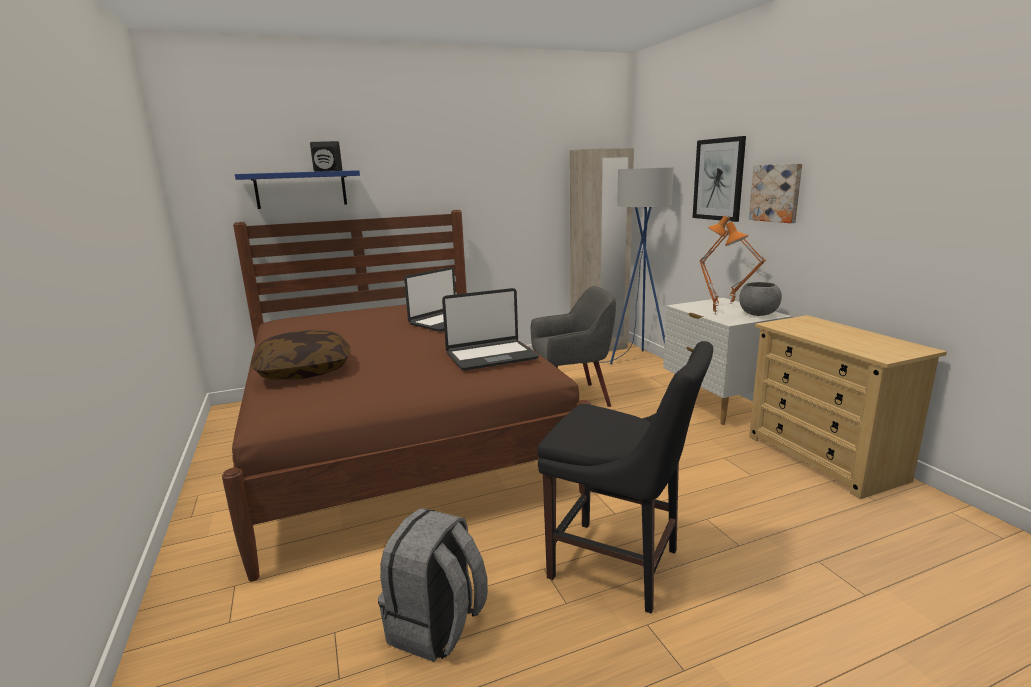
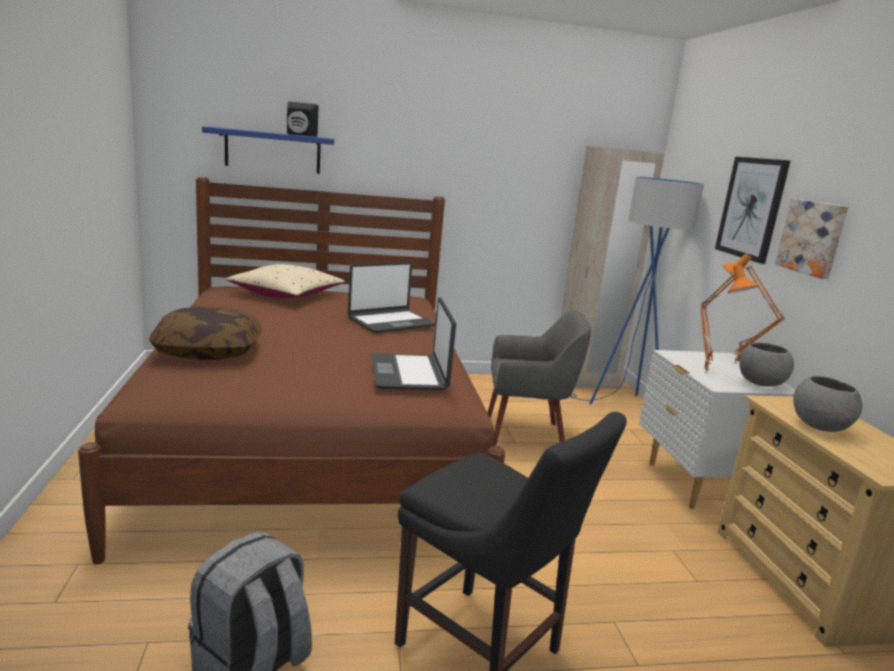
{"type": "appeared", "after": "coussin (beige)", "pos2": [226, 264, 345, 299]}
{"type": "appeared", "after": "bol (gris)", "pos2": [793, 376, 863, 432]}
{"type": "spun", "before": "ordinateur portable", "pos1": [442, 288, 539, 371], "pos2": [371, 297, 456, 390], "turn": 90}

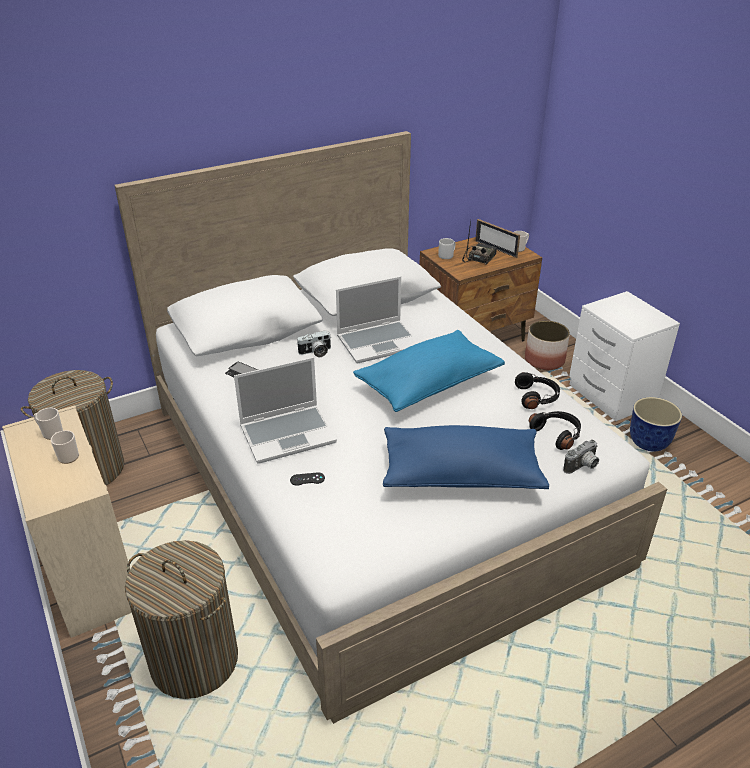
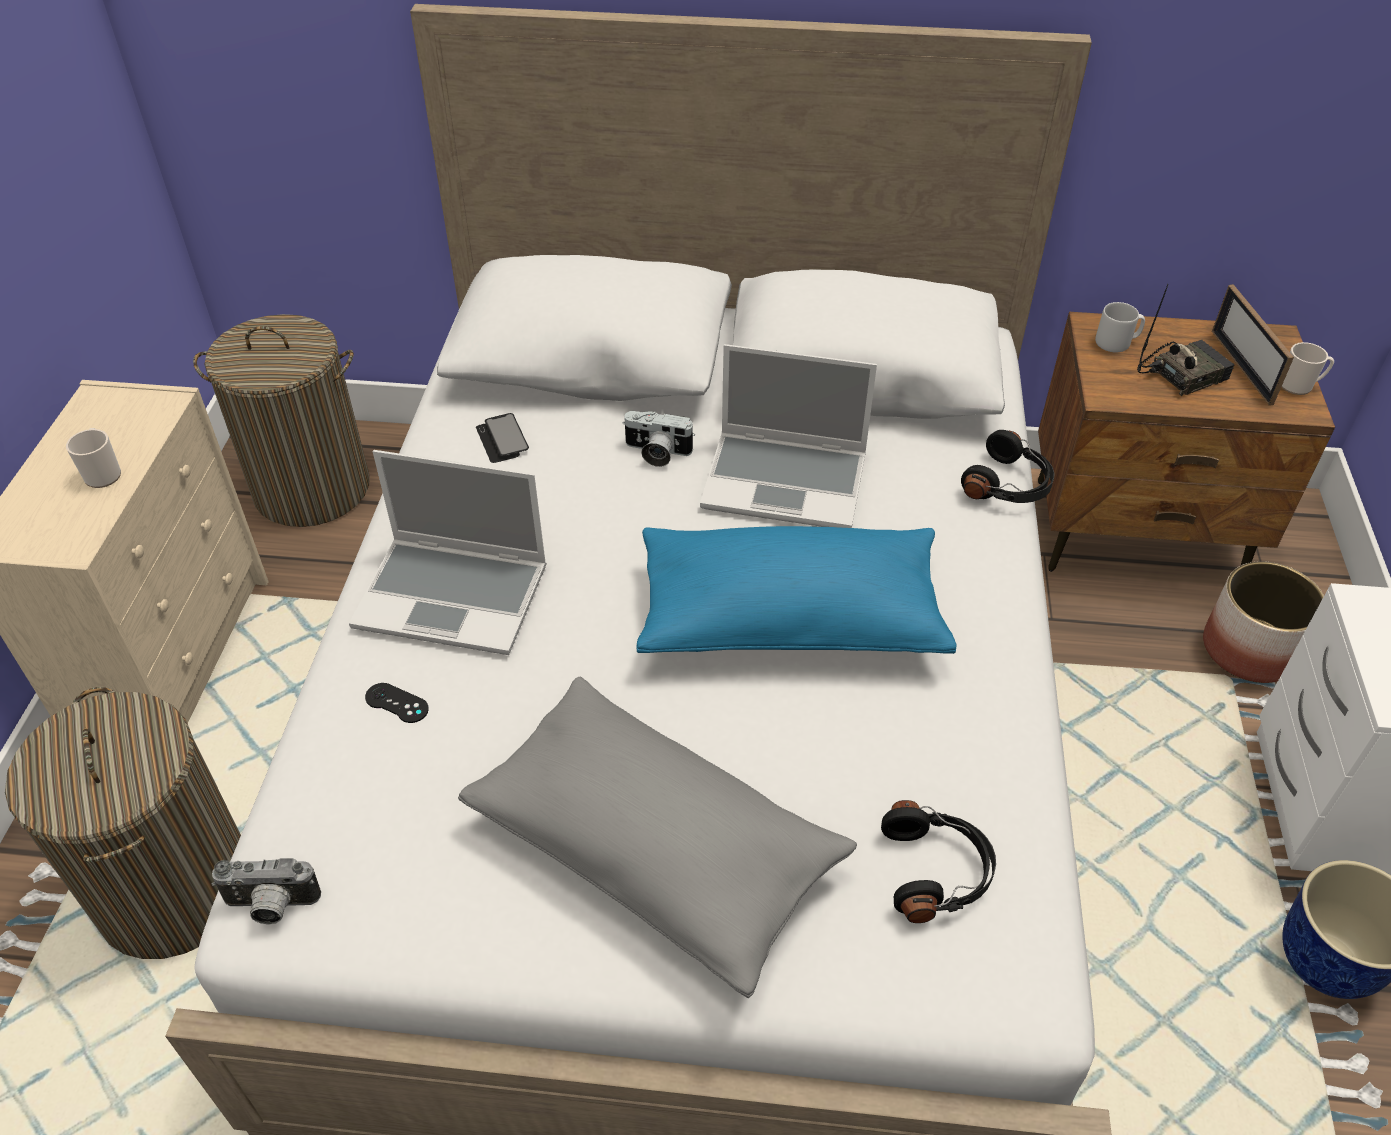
{"type": "missing", "before": "mug", "pos1": [33, 408, 63, 440]}
{"type": "relocated", "before": "casque audio (noir)", "pos1": [515, 372, 560, 409], "pos2": [961, 430, 1054, 503]}
{"type": "relocated", "before": "appareil photo", "pos1": [563, 439, 599, 474], "pos2": [212, 858, 321, 925]}
{"type": "colour", "before": "coussin (bleu)", "after": "coussin (gris)", "pos1": [383, 425, 549, 489], "pos2": [458, 677, 857, 998]}

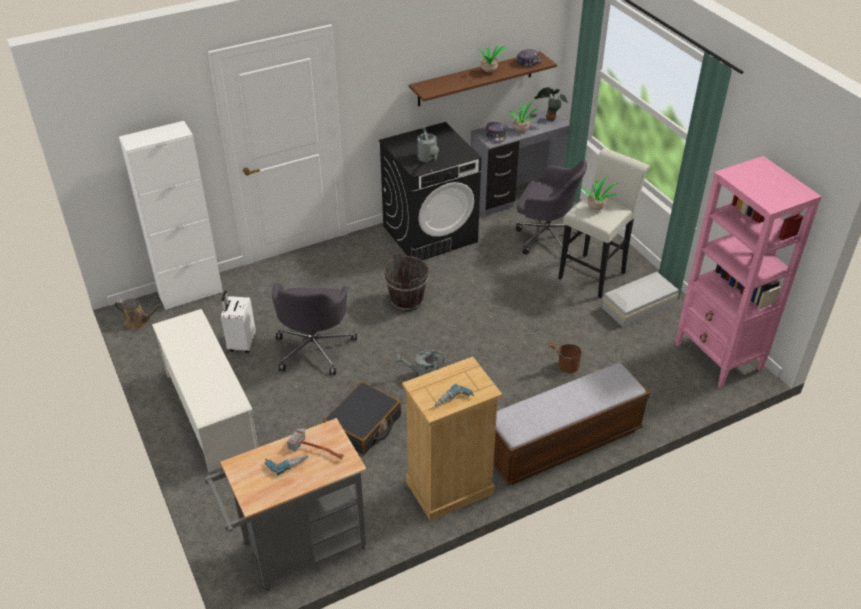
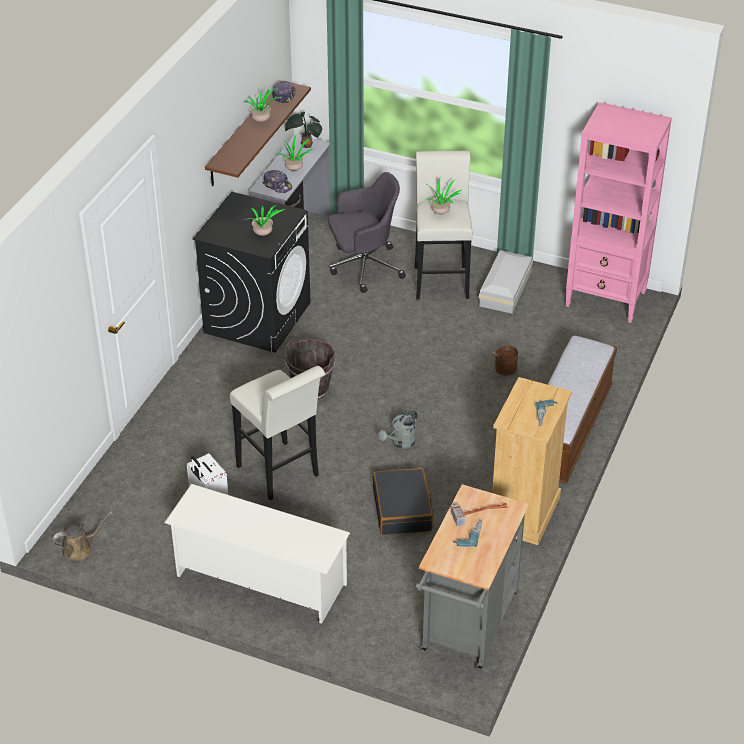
{"type": "missing", "before": "meuble de rangement (blanc)", "pos1": [119, 121, 223, 310]}
{"type": "exchanged", "before": "chaise de bureau (gris)", "after": "tabouret (blanc)", "pos1": [272, 283, 357, 375], "pos2": [230, 366, 325, 500]}
{"type": "exchanged", "before": "arrosoir (gris)", "after": "plante en pot", "pos1": [417, 127, 439, 163], "pos2": [243, 205, 285, 236]}

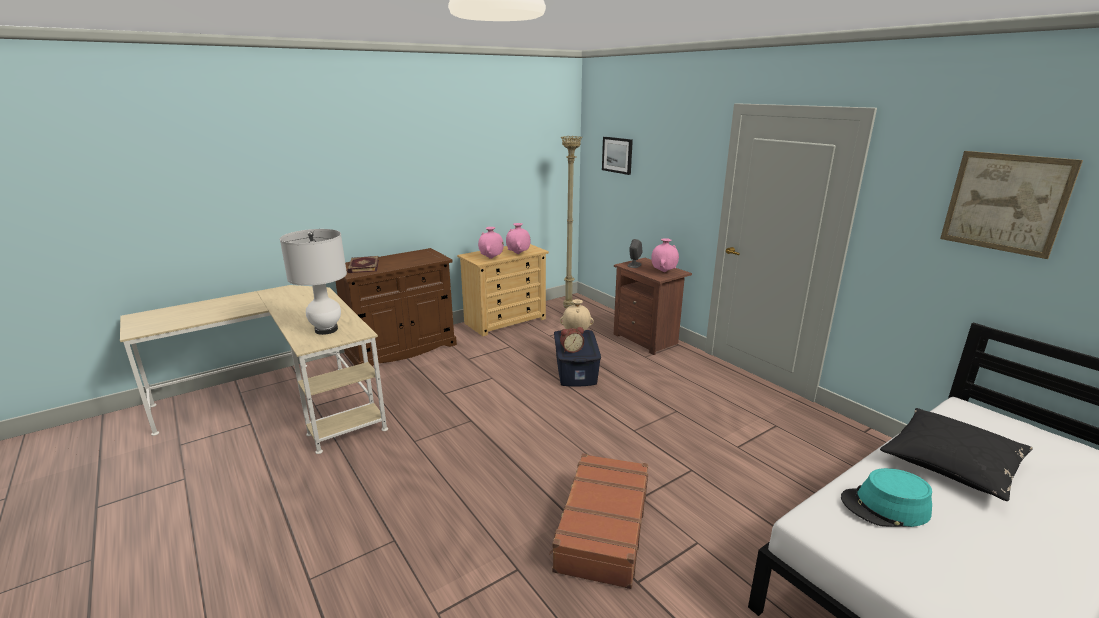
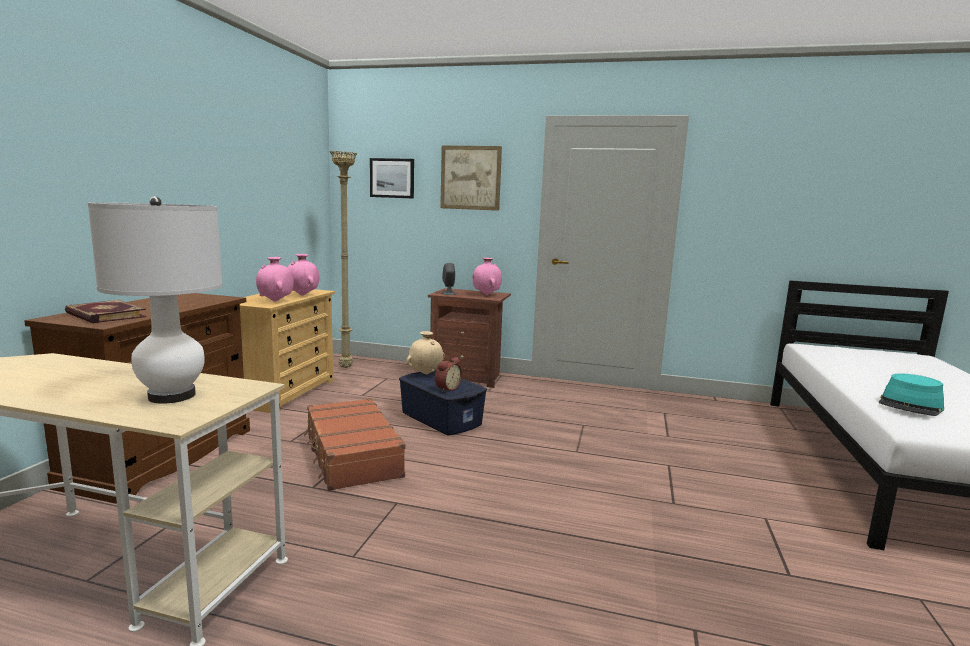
{"type": "missing", "before": "coussin (noir)", "pos1": [880, 408, 1033, 501]}
{"type": "relocated", "before": "valise (marron)", "pos1": [549, 453, 648, 589], "pos2": [304, 398, 406, 491]}
{"type": "relocated", "before": "tableau", "pos1": [940, 151, 1083, 259], "pos2": [440, 145, 502, 211]}

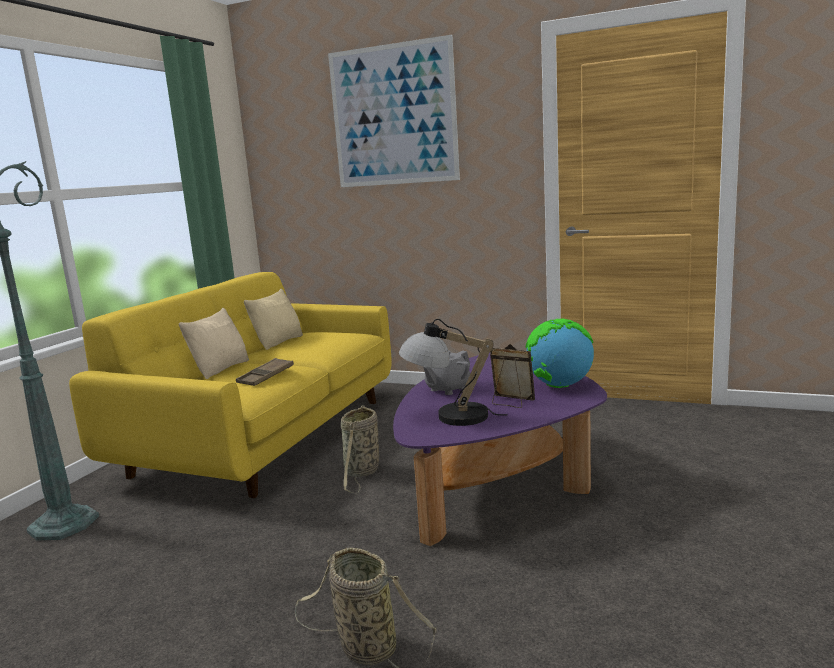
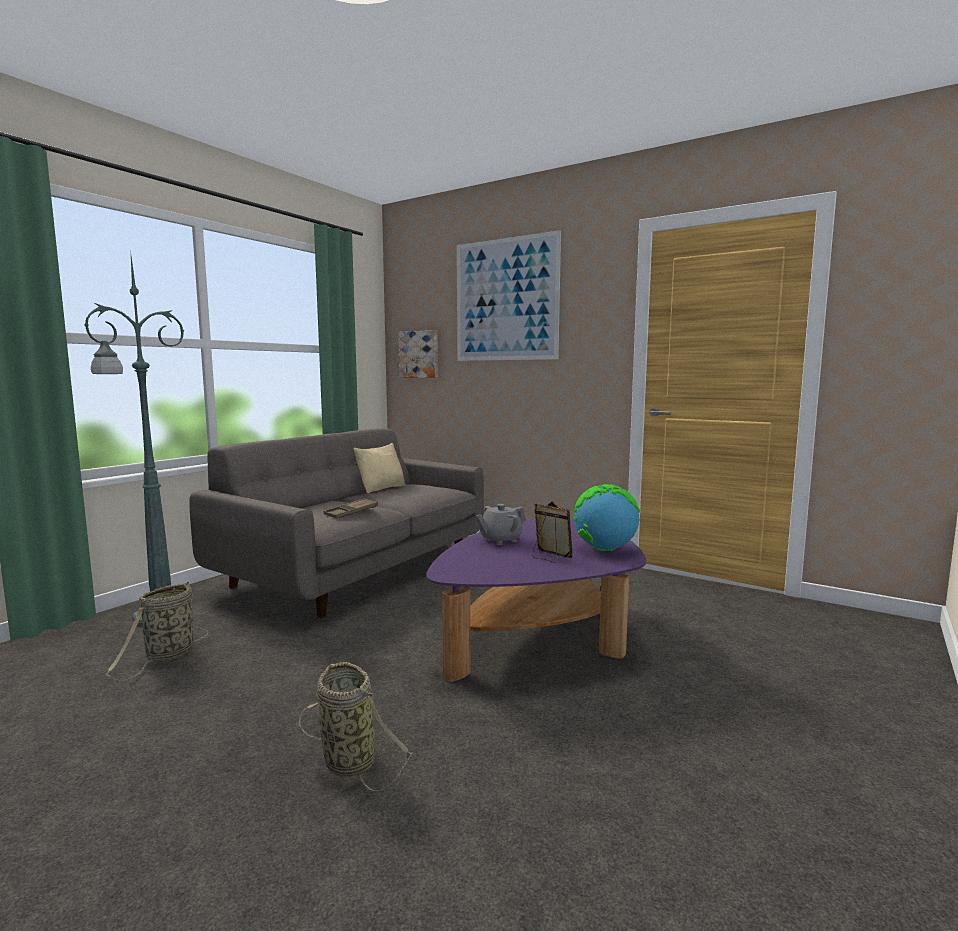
{"type": "missing", "before": "coussin (beige)", "pos1": [179, 308, 249, 379]}
{"type": "missing", "before": "lampe de table", "pos1": [399, 319, 508, 426]}
{"type": "appeared", "after": "tableau", "pos2": [398, 330, 438, 378]}
{"type": "relocated", "before": "panier", "pos1": [341, 405, 379, 493], "pos2": [106, 582, 208, 680]}
{"type": "colour", "before": "canapé (jaune)", "after": "canapé (gris)", "pos1": [69, 272, 392, 498], "pos2": [189, 428, 484, 618]}

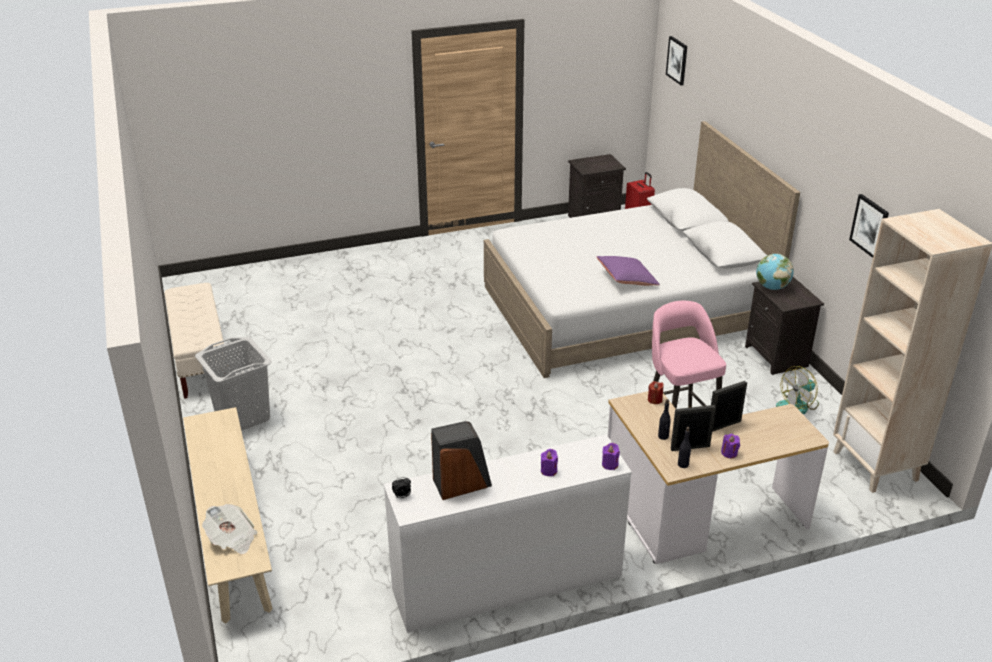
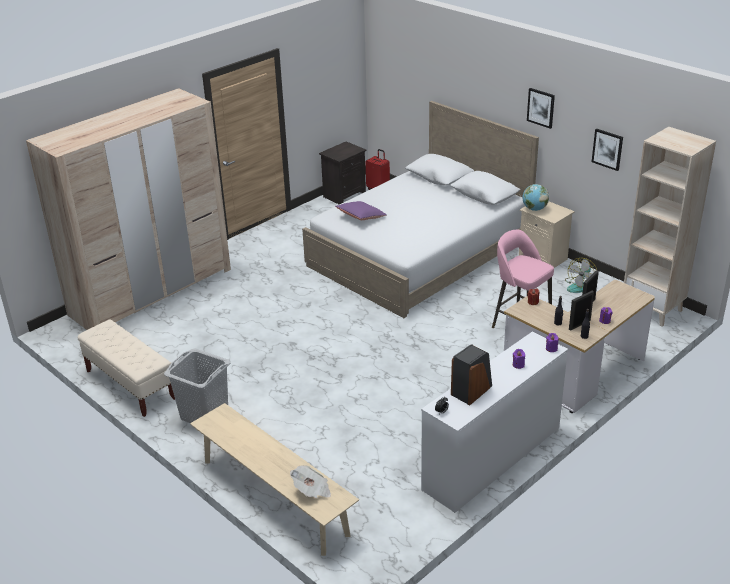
{"type": "appeared", "after": "armoire (beige)", "pos2": [26, 88, 231, 330]}
{"type": "relocated", "before": "coussin (violet)", "pos1": [597, 256, 660, 286], "pos2": [335, 201, 387, 220]}
{"type": "relocated", "before": "tableau", "pos1": [666, 36, 687, 85], "pos2": [527, 88, 555, 129]}
{"type": "colour", "before": "table de chevet (noir)", "after": "table de chevet (beige)", "pos1": [745, 277, 824, 375], "pos2": [519, 201, 575, 268]}

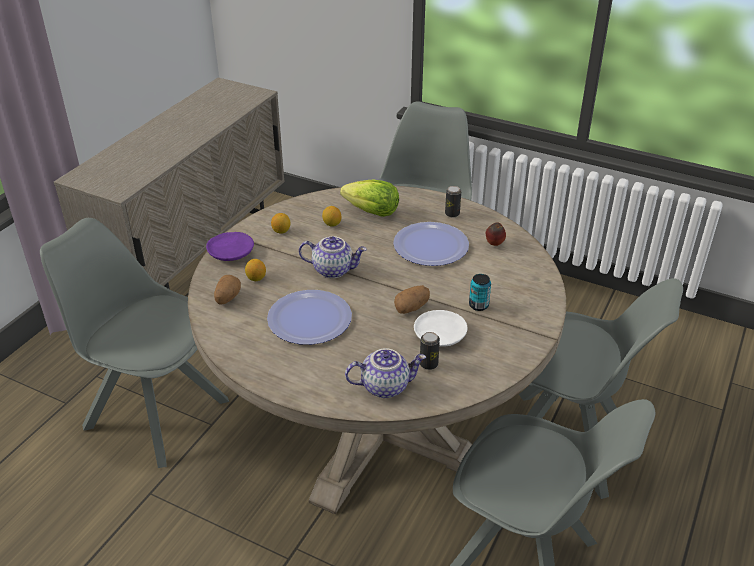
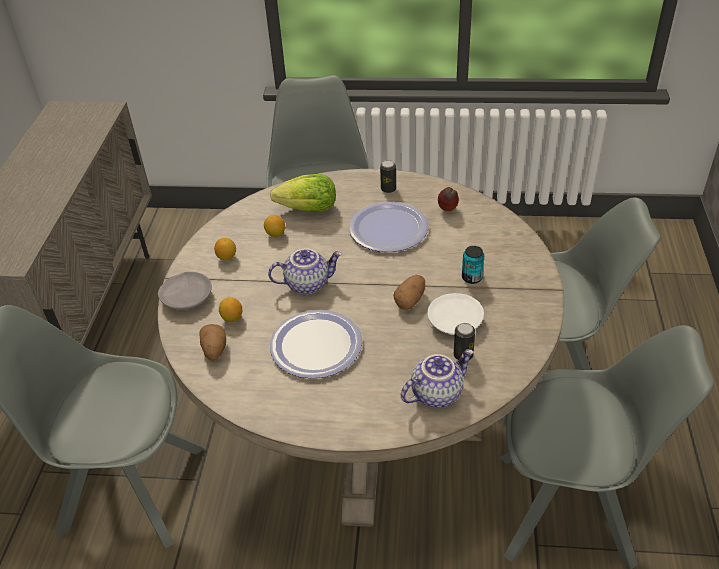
{"type": "colour", "before": "assiette (violet)", "after": "assiette (gris)", "pos1": [206, 232, 254, 261], "pos2": [158, 272, 212, 310]}

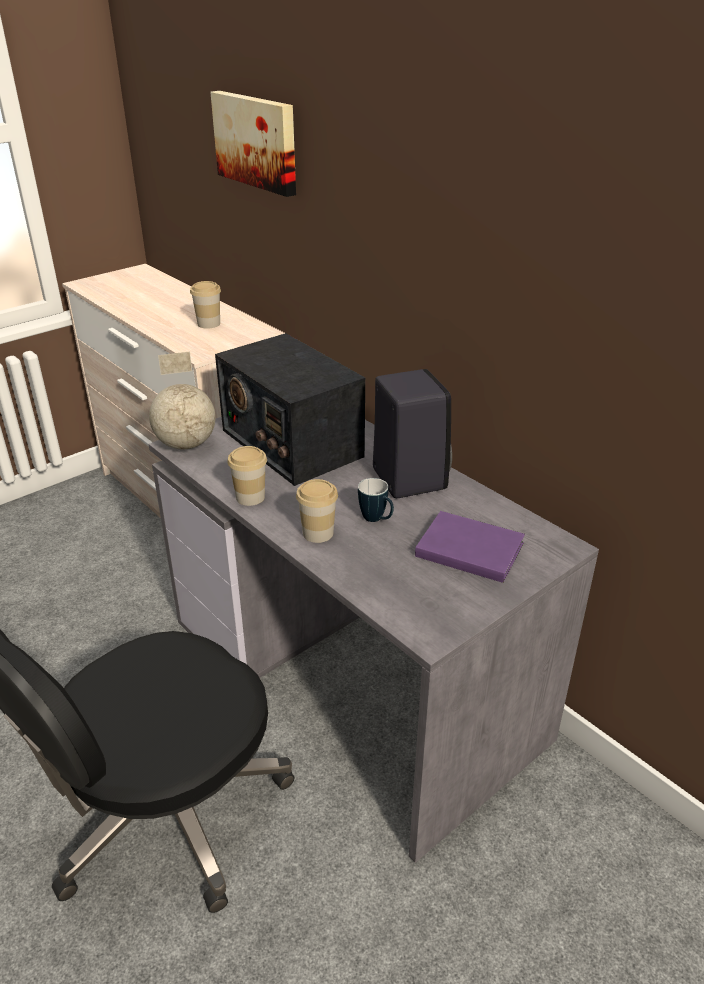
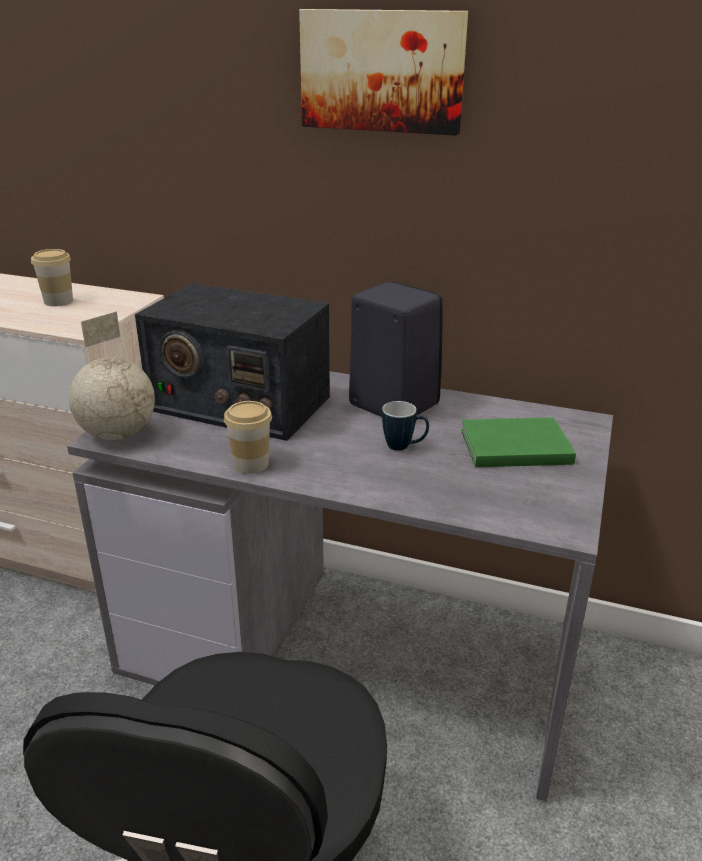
{"type": "missing", "before": "tasse", "pos1": [296, 479, 338, 543]}
{"type": "relocated", "before": "tableau", "pos1": [210, 91, 296, 197], "pos2": [299, 9, 468, 135]}
{"type": "colour", "before": "livre (violet)", "after": "livre (vert)", "pos1": [415, 511, 525, 583], "pos2": [461, 417, 576, 467]}

